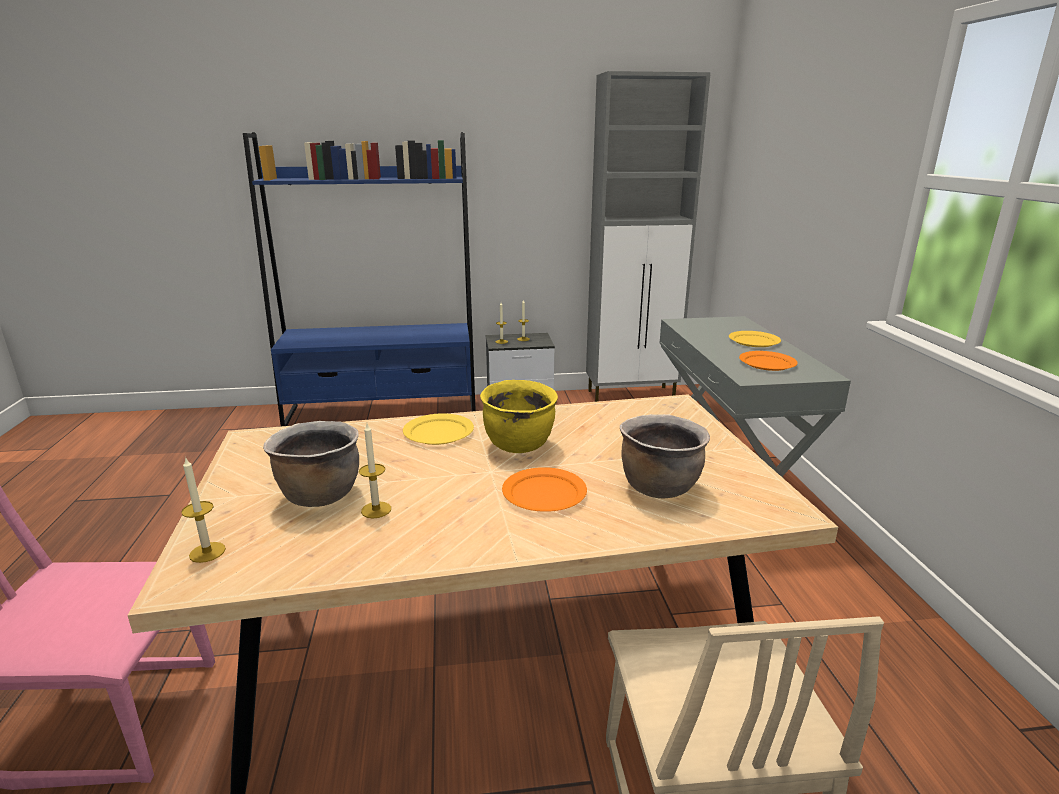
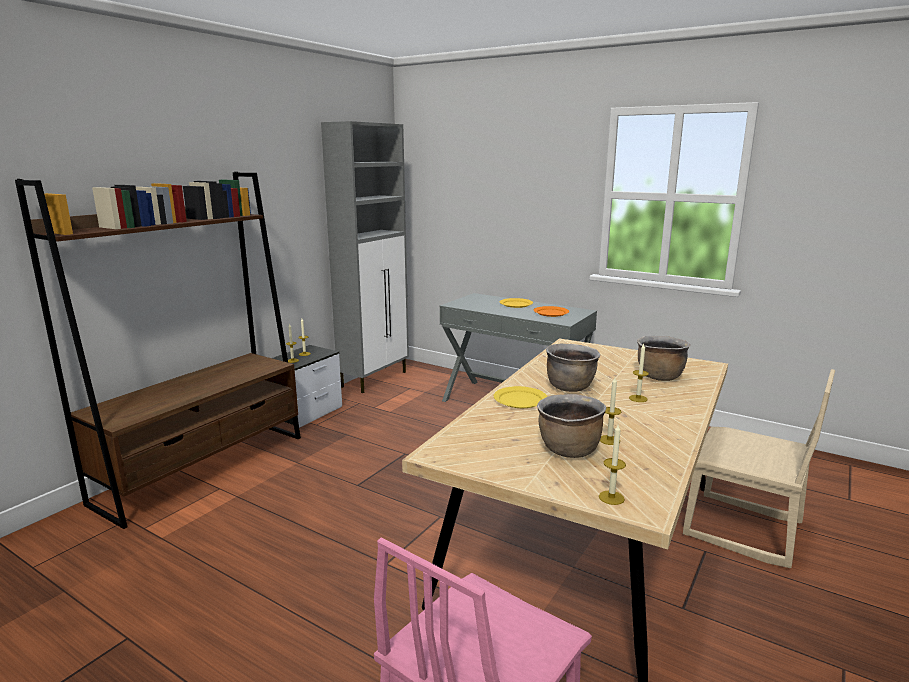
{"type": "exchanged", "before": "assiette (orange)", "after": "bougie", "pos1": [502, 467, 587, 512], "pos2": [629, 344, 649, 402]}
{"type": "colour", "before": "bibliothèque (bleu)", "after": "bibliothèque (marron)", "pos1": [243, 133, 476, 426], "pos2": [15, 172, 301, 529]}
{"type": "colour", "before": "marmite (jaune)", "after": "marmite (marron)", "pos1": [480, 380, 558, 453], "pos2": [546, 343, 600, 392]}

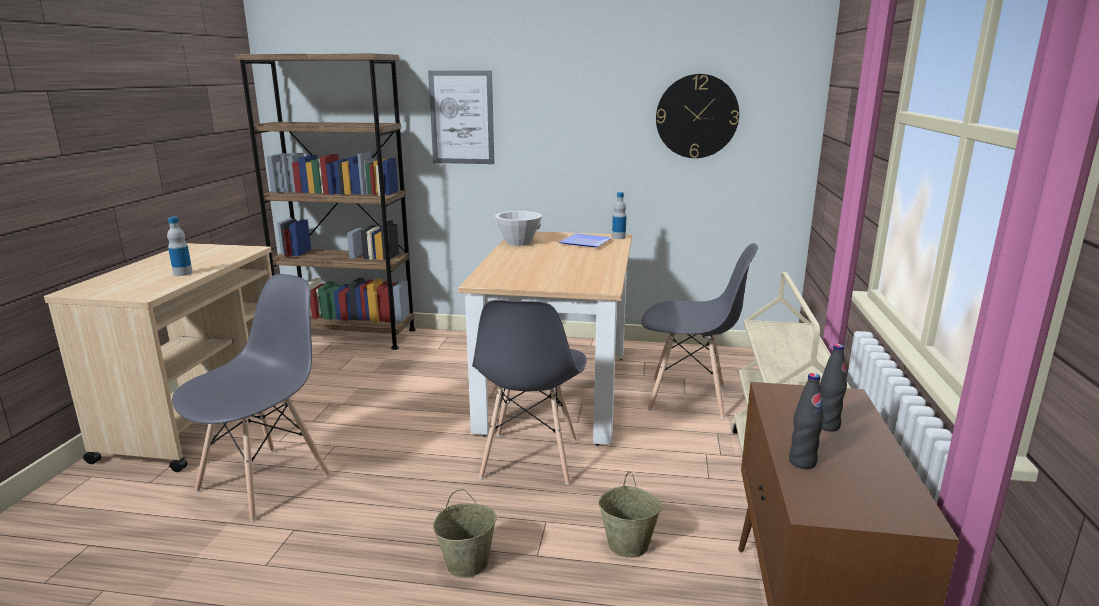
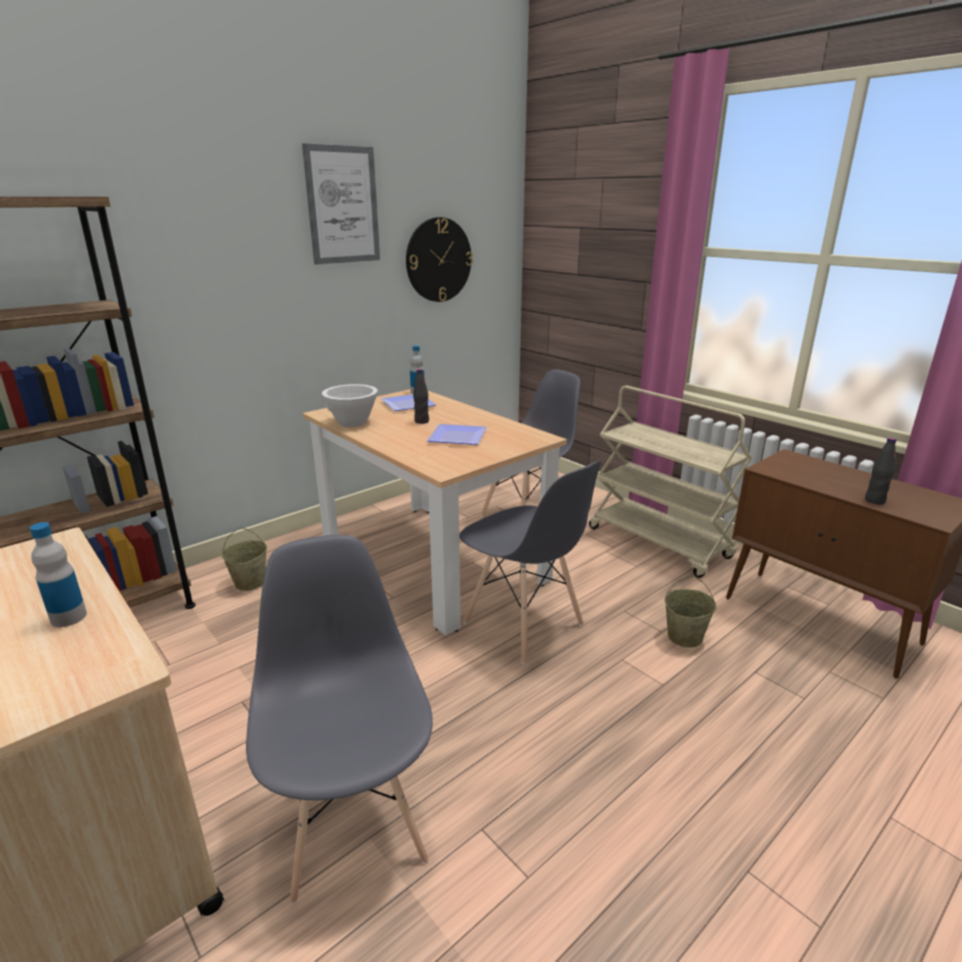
{"type": "appeared", "after": "assiette", "pos2": [427, 424, 487, 445]}
{"type": "relocated", "before": "tableau", "pos1": [428, 70, 494, 164], "pos2": [302, 143, 380, 264]}
{"type": "relocated", "before": "seau (beige)", "pos1": [433, 489, 497, 578], "pos2": [221, 528, 267, 591]}
{"type": "relocated", "before": "bouteille (noir)", "pos1": [820, 344, 847, 431], "pos2": [413, 369, 429, 424]}

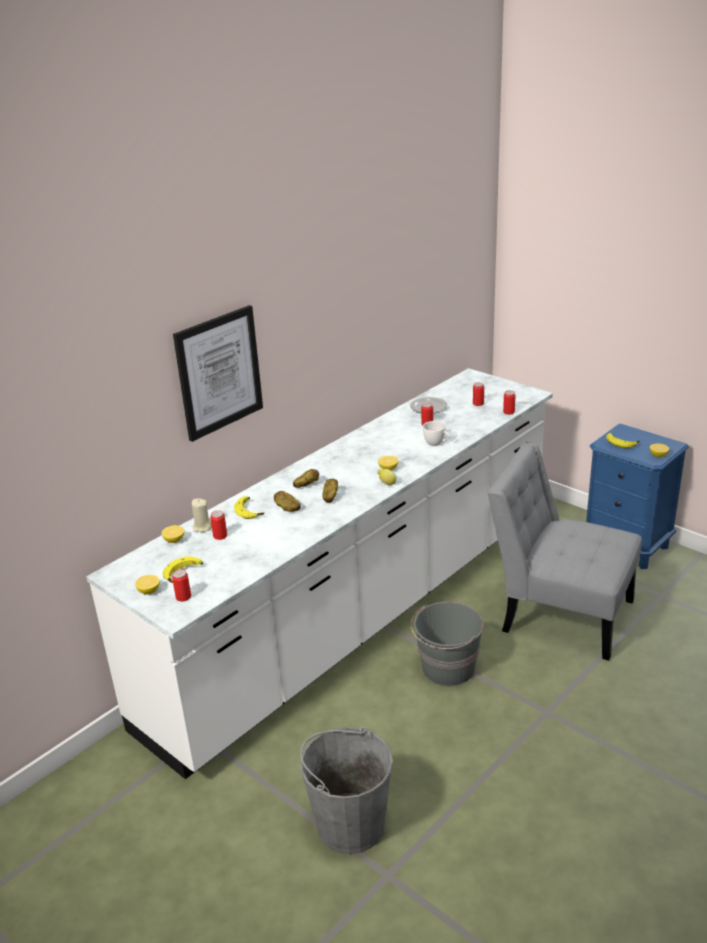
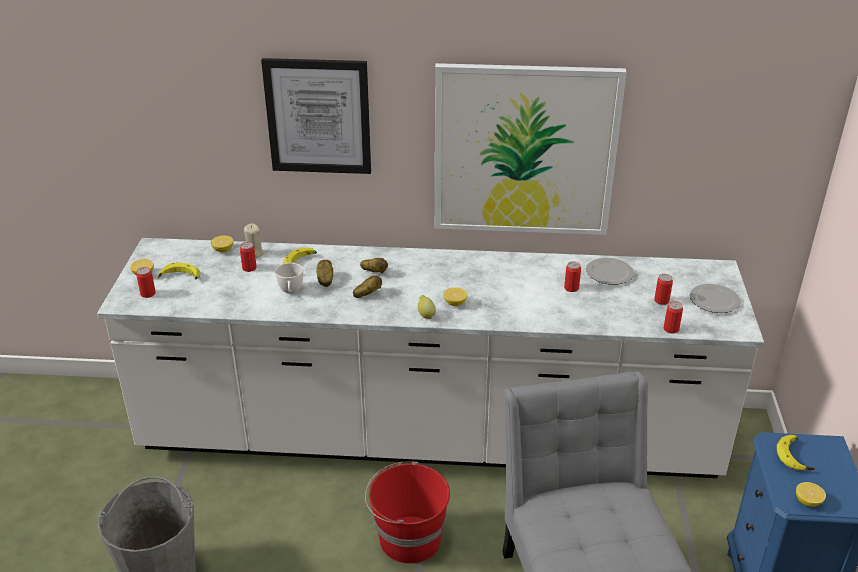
{"type": "appeared", "after": "tableau", "pos2": [435, 63, 627, 235]}
{"type": "appeared", "after": "assiette", "pos2": [690, 284, 741, 313]}
{"type": "relocated", "before": "tasse (blanc)", "pos1": [423, 421, 450, 446], "pos2": [275, 263, 303, 294]}
{"type": "colour", "before": "seau (gris)", "after": "seau (rouge)", "pos1": [411, 602, 484, 686], "pos2": [365, 461, 450, 564]}

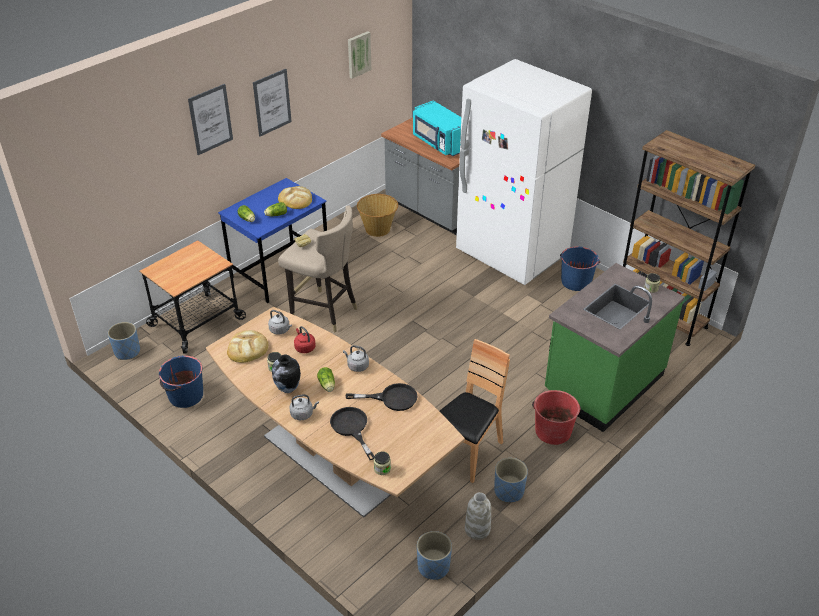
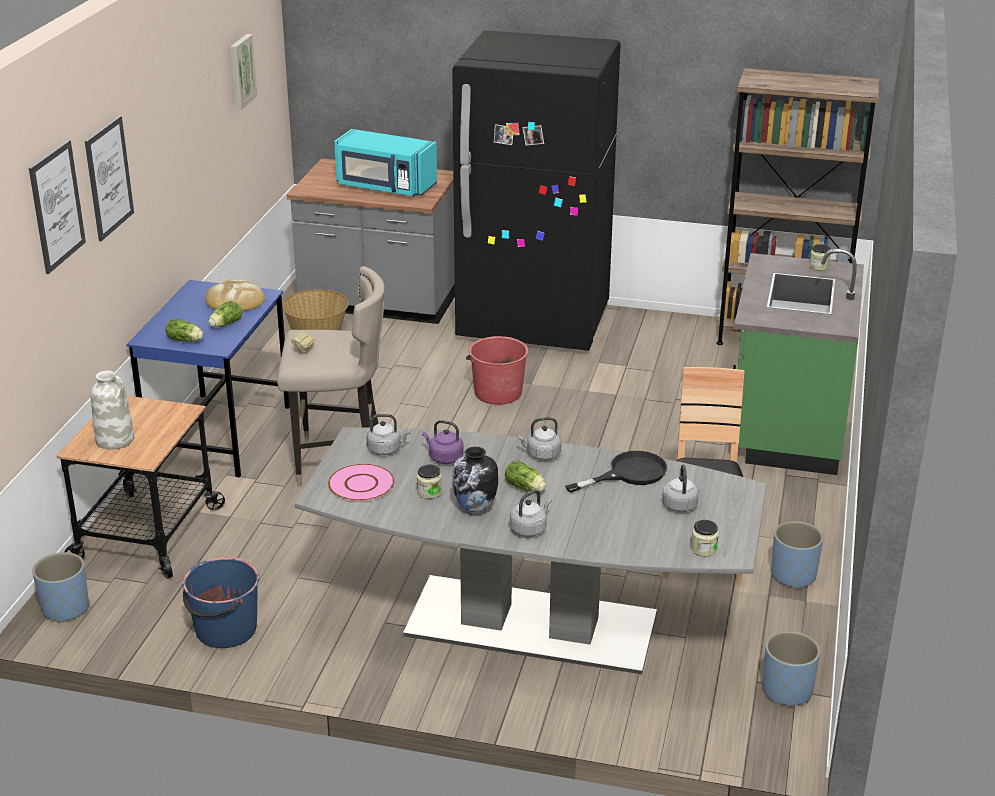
{"type": "missing", "before": "poêle (noir)", "pos1": [330, 407, 375, 460]}
{"type": "missing", "before": "seau (bleu)", "pos1": [560, 247, 600, 291]}
{"type": "appeared", "after": "bouilloire (gris)", "pos2": [662, 465, 699, 512]}
{"type": "relocated", "before": "tableau", "pos1": [253, 69, 292, 136], "pos2": [29, 140, 86, 274]}
{"type": "relocated", "before": "vase (blanc)", "pos1": [465, 492, 491, 540], "pos2": [91, 371, 134, 450]}
{"type": "relocated", "before": "seau (rouge)", "pos1": [532, 390, 581, 445], "pos2": [466, 336, 528, 405]}
{"type": "exchanged", "before": "pain", "after": "assiette (rose)", "pos1": [227, 330, 268, 363], "pos2": [328, 464, 394, 501]}
{"type": "colour", "before": "table à manger (marron)", "after": "table à manger (gris)", "pos1": [206, 307, 465, 518], "pos2": [294, 427, 767, 674]}
{"type": "colour", "before": "bouilloire (rouge)", "after": "bouilloire (violet)", "pos1": [294, 326, 316, 353], "pos2": [422, 420, 464, 464]}
{"type": "colour", "before": "réfrigérateur (blanc)", "after": "réfrigérateur (noir)", "pos1": [456, 59, 592, 285], "pos2": [452, 30, 620, 351]}

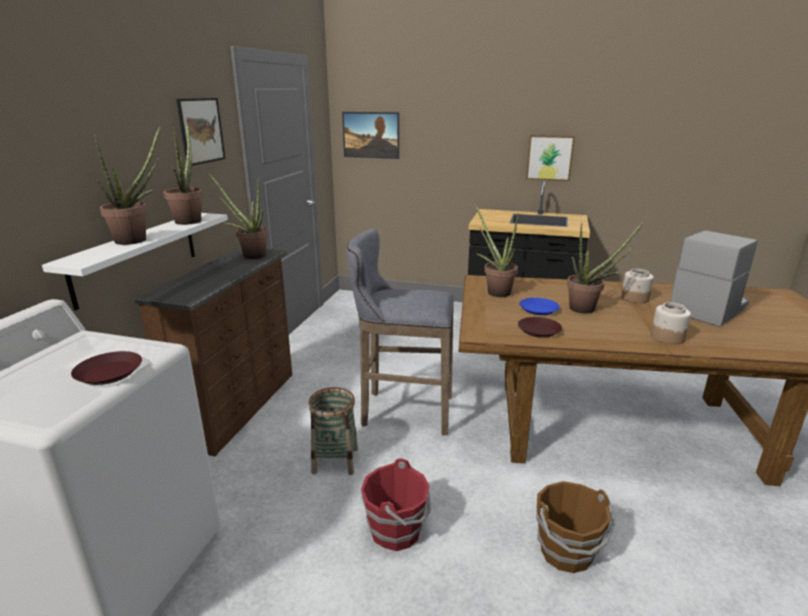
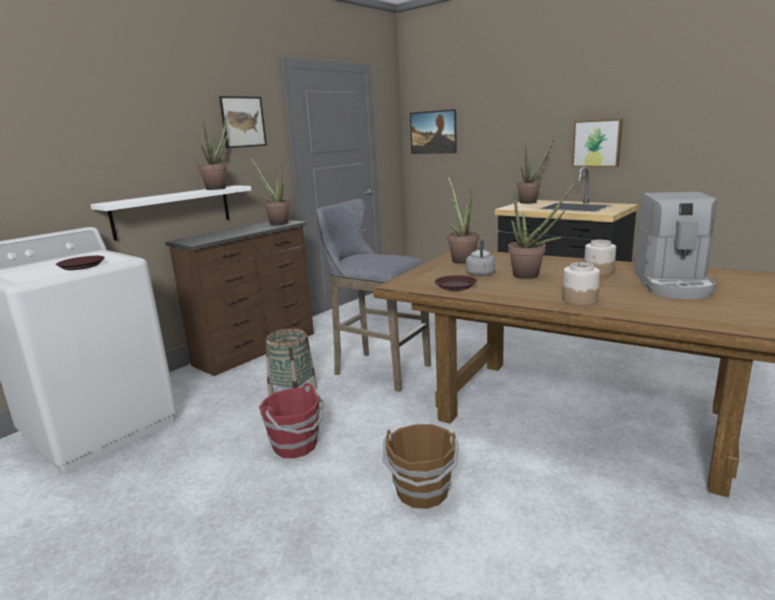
{"type": "relocated", "before": "plante en pot", "pos1": [94, 127, 160, 245], "pos2": [517, 138, 553, 204]}
{"type": "exchanged", "before": "assiette (bleu)", "after": "bouilloire (gris)", "pos1": [519, 298, 560, 315], "pos2": [466, 238, 495, 276]}
{"type": "spun", "before": "machine à café", "pos1": [670, 230, 758, 327], "pos2": [635, 192, 717, 299], "turn": 120}

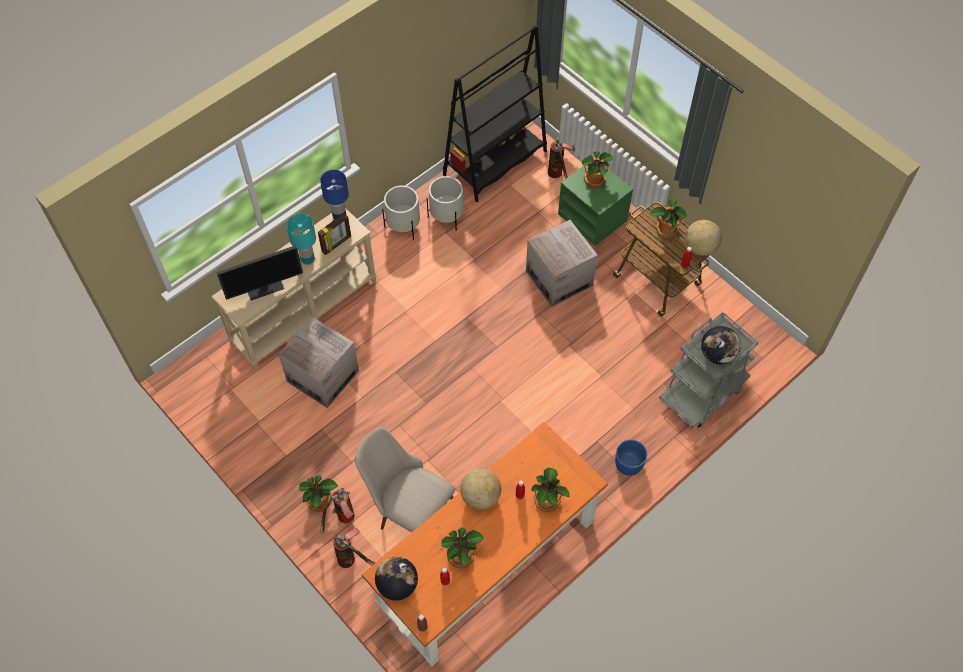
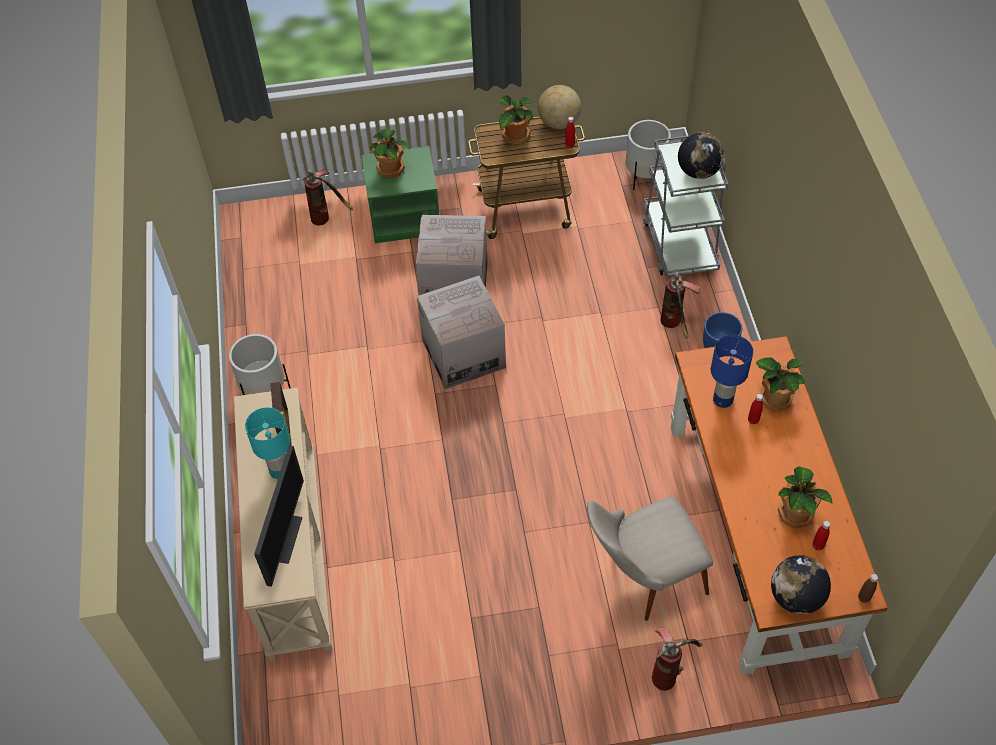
{"type": "missing", "before": "plante en pot", "pos1": [299, 475, 338, 512]}
{"type": "missing", "before": "bibliothèque (noir)", "pos1": [443, 25, 547, 202]}
{"type": "missing", "before": "globe", "pos1": [460, 468, 501, 510]}
{"type": "relocated", "before": "carton", "pos1": [279, 317, 359, 408], "pos2": [417, 276, 506, 389]}
{"type": "relocated", "before": "lampe de table (bleu)", "pos1": [320, 170, 349, 219], "pos2": [711, 335, 753, 408]}
{"type": "relocated", "before": "extincteur", "pos1": [320, 488, 355, 534], "pos2": [660, 269, 700, 339]}
{"type": "relocated", "before": "cache-pot (blanc)", "pos1": [427, 176, 464, 231], "pos2": [626, 120, 671, 190]}

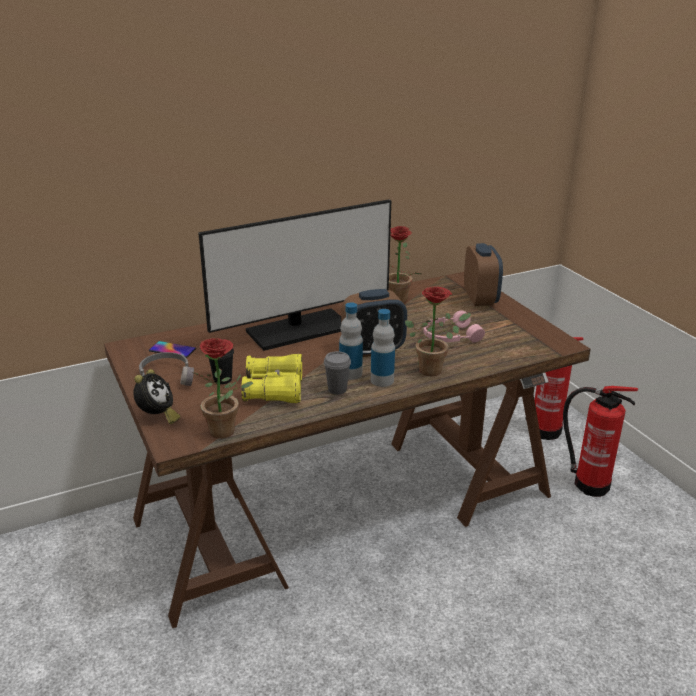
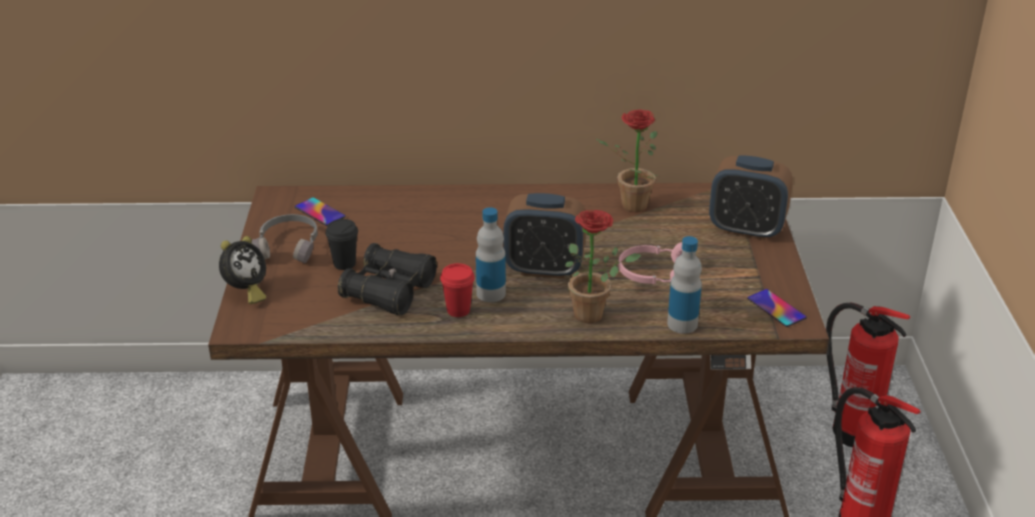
{"type": "missing", "before": "plante en pot", "pos1": [192, 338, 253, 439]}
{"type": "missing", "before": "écran d'ordinateur", "pos1": [198, 199, 391, 351]}
{"type": "appeared", "after": "téléphone", "pos2": [747, 289, 807, 327]}
{"type": "relocated", "before": "bouteille", "pos1": [371, 309, 395, 387], "pos2": [667, 236, 702, 334]}
{"type": "colour", "before": "jumelles (jaune)", "after": "jumelles (noir)", "pos1": [241, 354, 302, 404], "pos2": [338, 243, 437, 316]}
{"type": "colour", "before": "tasse (gris)", "after": "tasse (rouge)", "pos1": [324, 351, 351, 395], "pos2": [440, 263, 475, 317]}
{"type": "spun", "before": "réveil", "pos1": [464, 243, 503, 306], "pos2": [709, 155, 793, 240], "turn": 90}

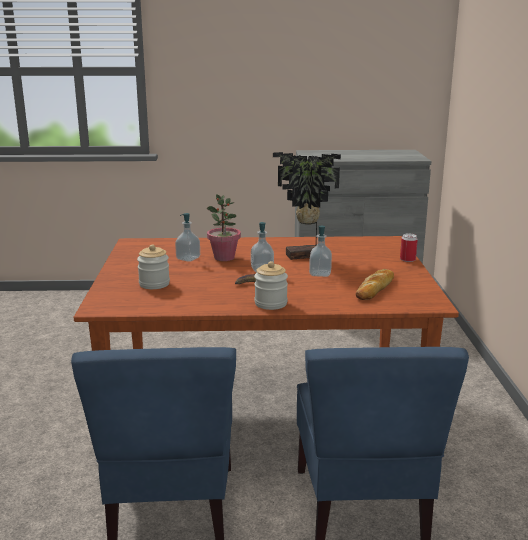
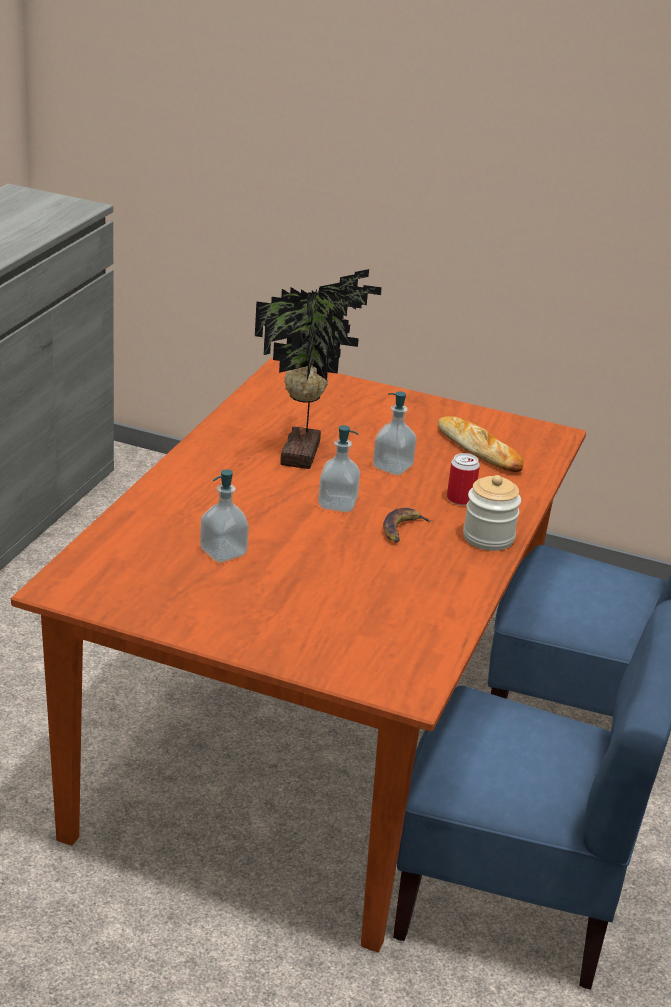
{"type": "missing", "before": "bocal", "pos1": [137, 245, 170, 289]}
{"type": "missing", "before": "plante en pot", "pos1": [207, 194, 241, 261]}
{"type": "relocated", "before": "boîte métallique", "pos1": [400, 233, 418, 262], "pos2": [447, 453, 480, 505]}

